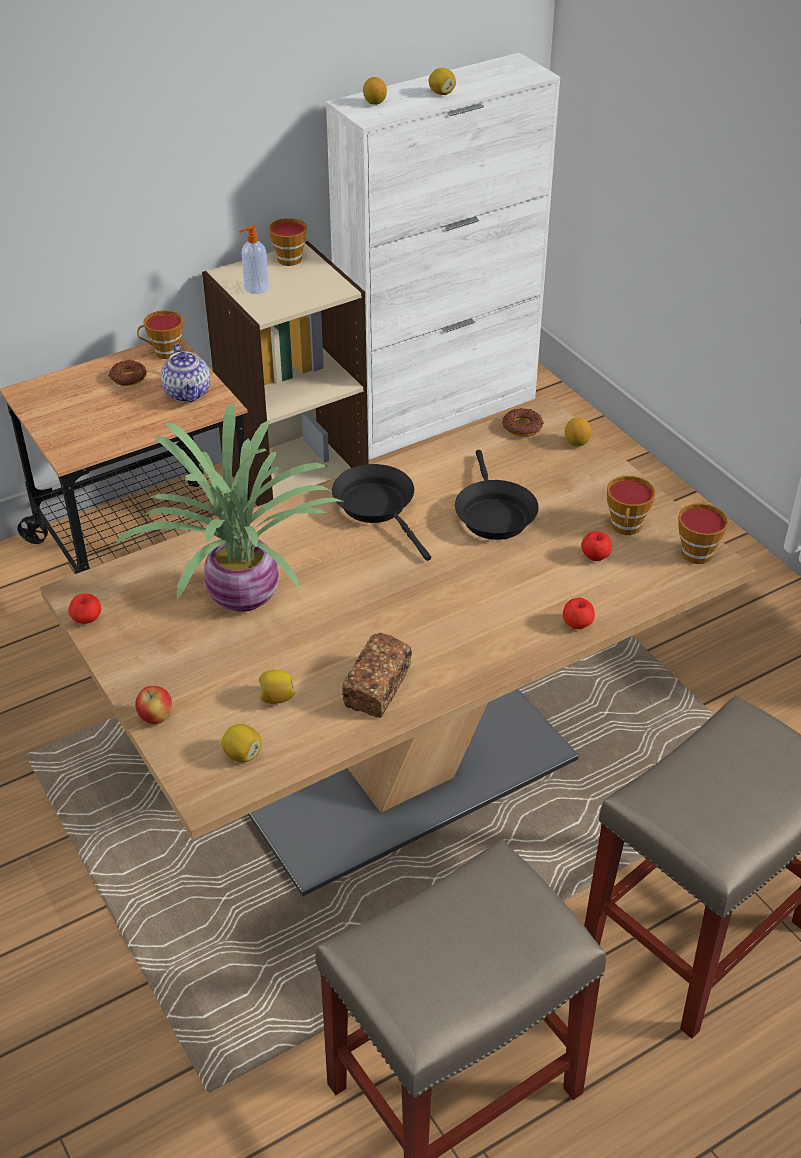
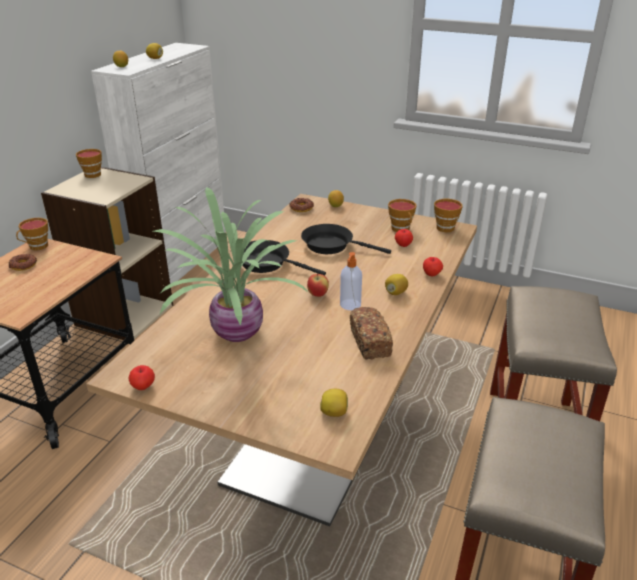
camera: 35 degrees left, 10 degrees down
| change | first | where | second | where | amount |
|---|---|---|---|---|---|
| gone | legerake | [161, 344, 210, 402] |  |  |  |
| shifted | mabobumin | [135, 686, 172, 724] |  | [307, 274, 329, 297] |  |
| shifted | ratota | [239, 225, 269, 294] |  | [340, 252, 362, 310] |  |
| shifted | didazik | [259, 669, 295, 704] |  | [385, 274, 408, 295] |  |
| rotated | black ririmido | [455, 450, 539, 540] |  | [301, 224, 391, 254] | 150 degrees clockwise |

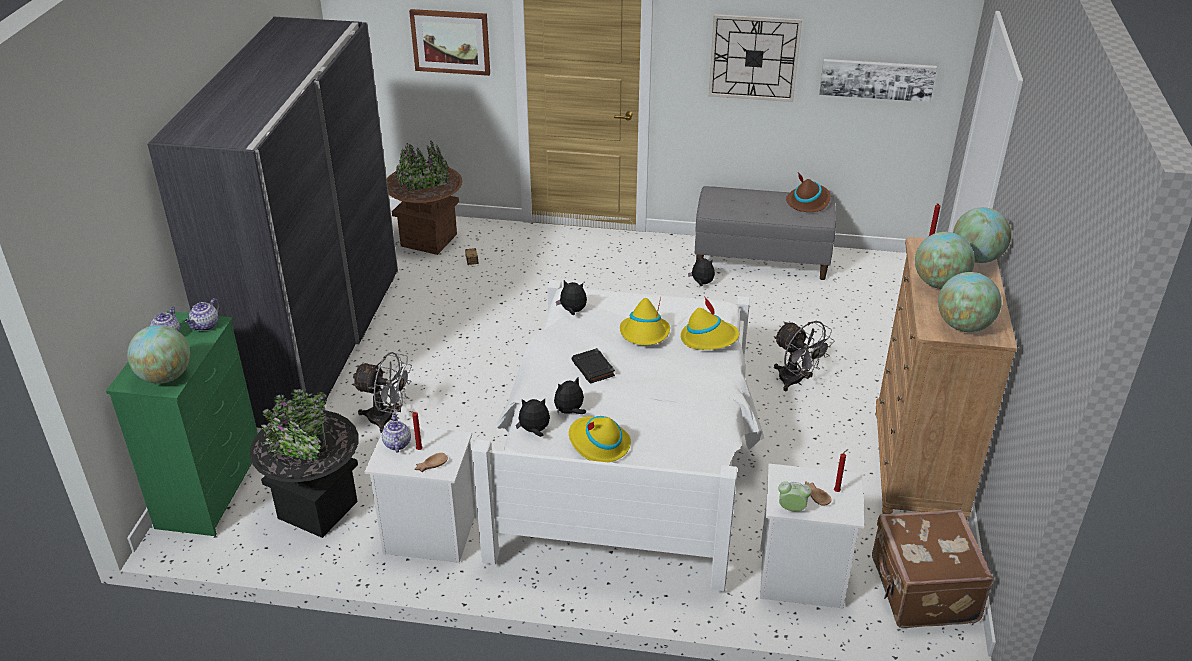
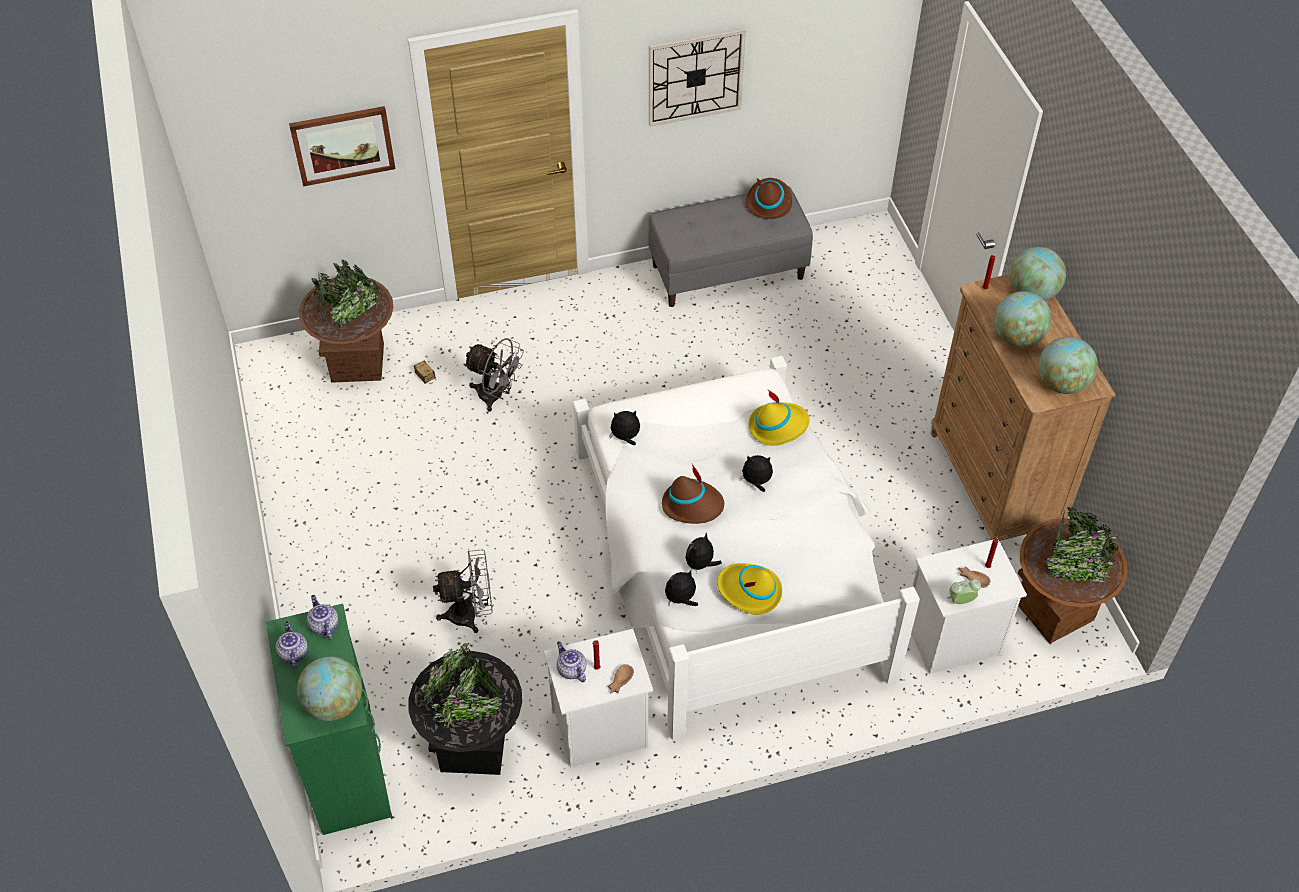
camera: 25 degrees left, 15 degrees up
| change | first | where | second | where | amount |
|---|---|---|---|---|---|
| gone | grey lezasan | [147, 17, 398, 428] |  |  |  |
| gone | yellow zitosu | [620, 297, 670, 345] |  |  |  |
| gone | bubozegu | [819, 59, 937, 102] |  |  |  |
| shifted | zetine | [688, 256, 715, 286] |  | [739, 455, 773, 492] |  |
| shifted | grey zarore | [774, 321, 835, 391] |  | [464, 338, 524, 412] |  |
| swapped | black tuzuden | [572, 348, 615, 384] | brown zitosu | [662, 464, 724, 524] |  |
| swapped | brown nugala | [872, 510, 994, 628] | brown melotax | [1017, 507, 1128, 644] |  |
| rotated | legerake | [185, 298, 220, 331] |  | [307, 595, 338, 640] | 150 degrees clockwise |

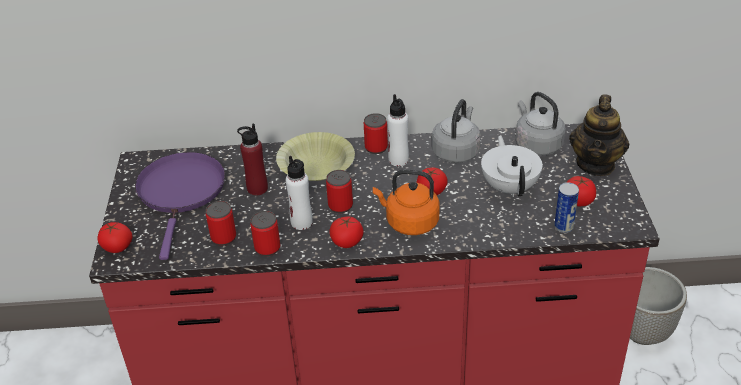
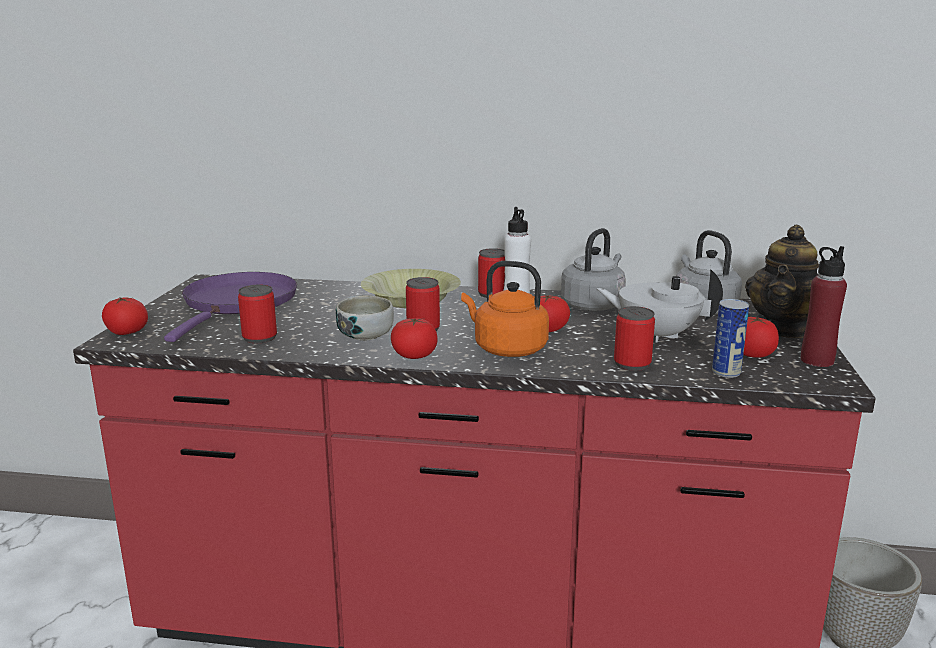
camera: 10 degrees right, 20 degrees down
| change | first | where | second | where | amount |
|---|---|---|---|---|---|
| shifted | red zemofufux | [237, 123, 268, 196] |  | [801, 246, 847, 367] |  |
| shifted | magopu | [250, 211, 280, 256] |  | [614, 306, 655, 371] |  |
| swapped | white zemofufux | [286, 156, 313, 230] | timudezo | [336, 295, 393, 341] |  |
| rotated | white legerake | [481, 136, 543, 197] |  | [596, 269, 723, 342] | 75 degrees counterclockwise |

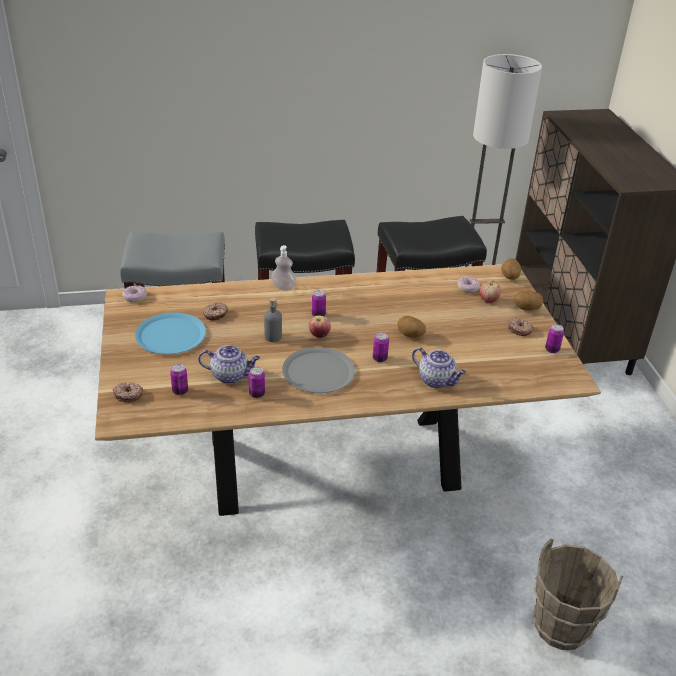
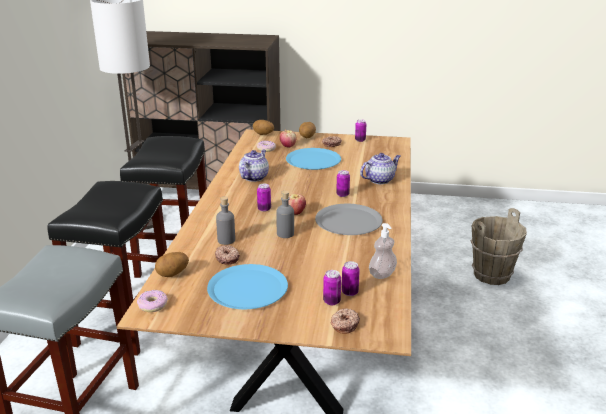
camera: 70 degrees left, 10 degrees down
| change | first | where | second | where | amount |
|---|---|---|---|---|---|
| new |  |  | grey zemofufux | [216, 196, 235, 245] |  |
| new |  |  | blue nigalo | [286, 148, 341, 170] |  |
| shifted | legerake | [198, 345, 260, 384] |  | [239, 150, 269, 182] |  |
| shifted | magopu | [248, 367, 265, 398] |  | [323, 270, 341, 305] |  |
| shifted | ratota | [271, 245, 296, 291] |  | [369, 223, 397, 279] |  |
| shifted | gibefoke | [397, 316, 426, 338] |  | [155, 252, 189, 277] |  |

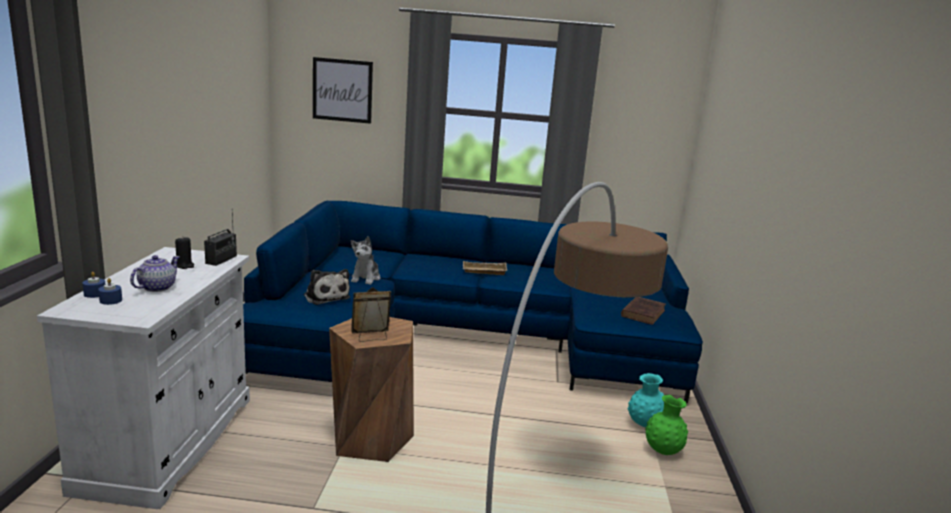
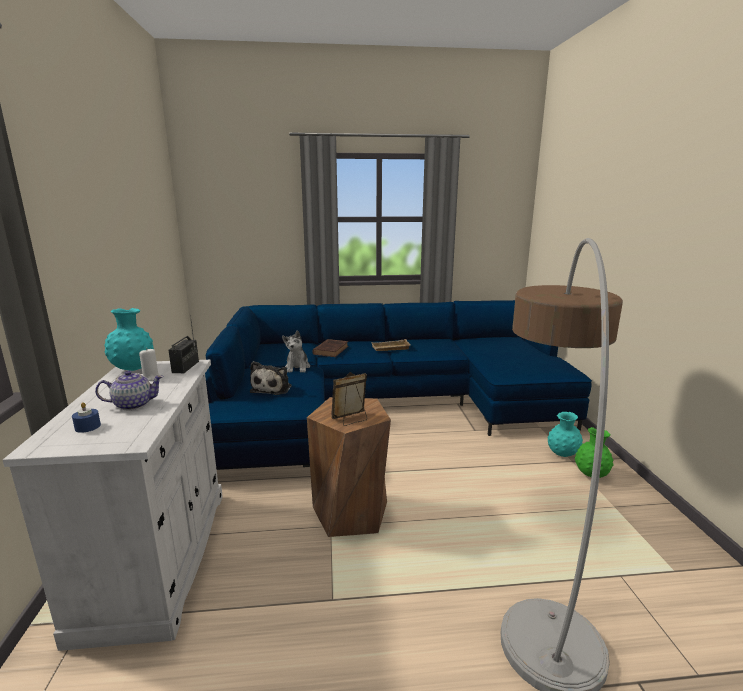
camera: 10 degrees left, 0 degrees up
| change | first | where | second | where | amount |
|---|---|---|---|---|---|
| gone | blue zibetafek | [82, 272, 105, 298] |  |  |  |
| gone | bubozegu | [313, 57, 373, 124] |  |  |  |
| new |  |  | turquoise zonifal | [104, 308, 154, 371] |  |
| shifted | brown tuzuden | [621, 297, 666, 325] |  | [312, 339, 348, 357] |  |
| repainted | black zibetafek | [175, 237, 194, 269] | white zibetafek | [139, 349, 161, 381] |  |
| rotated | legerake | [130, 255, 179, 292] |  | [95, 370, 164, 410] | 60 degrees clockwise |
| rotated | zetine | [304, 269, 350, 305] |  | [250, 361, 292, 395] | 60 degrees clockwise |

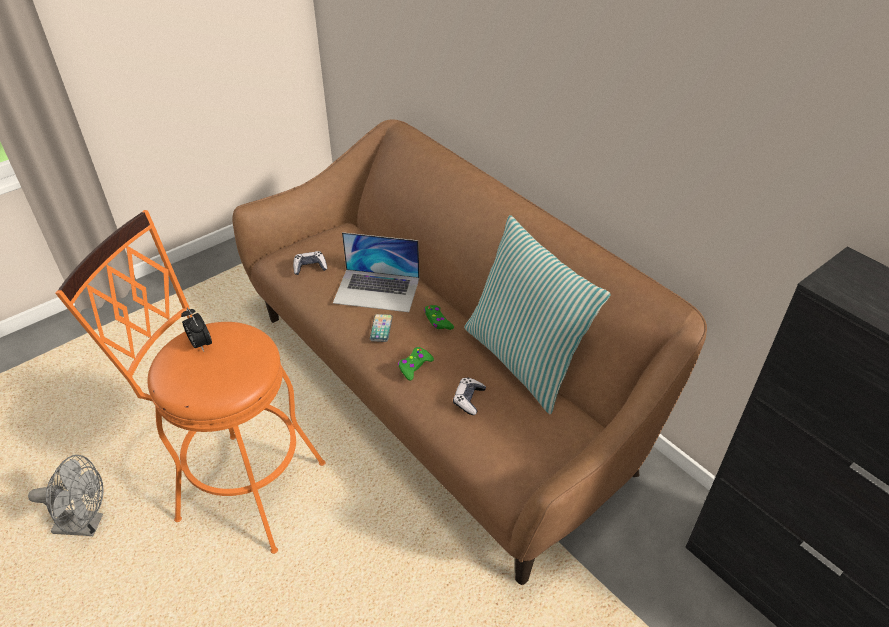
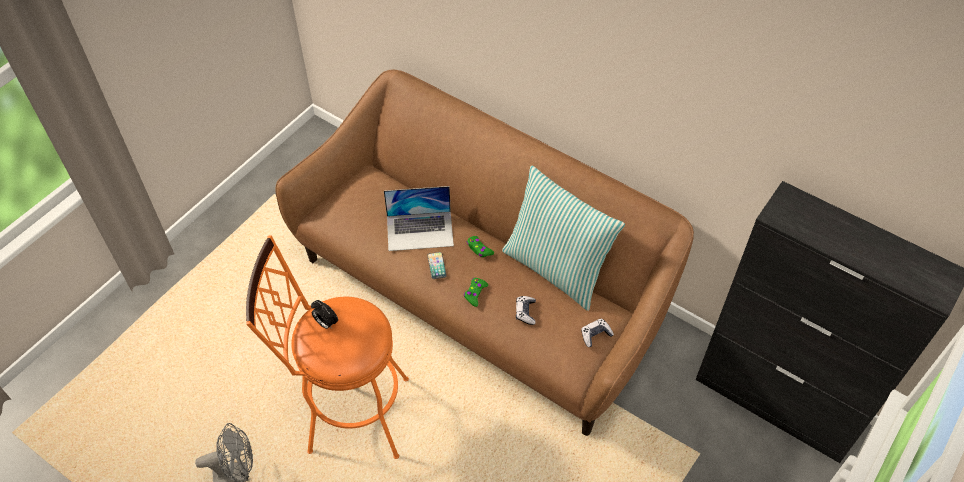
camera: 15 degrees left, 10 degrees up
| change | first | where | second | where | amount |
|---|---|---|---|---|---|
| shifted | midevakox | [293, 251, 327, 275] |  | [581, 319, 614, 347] |  |

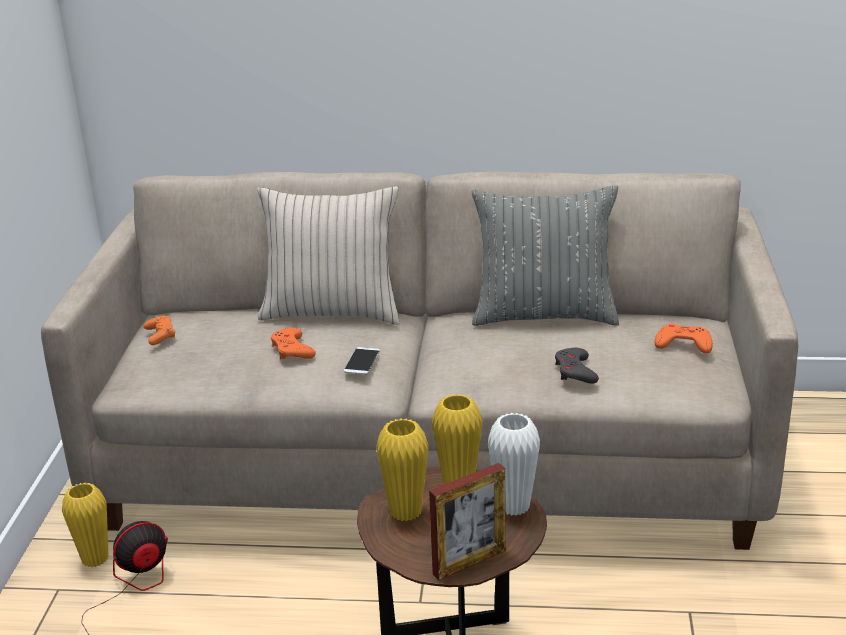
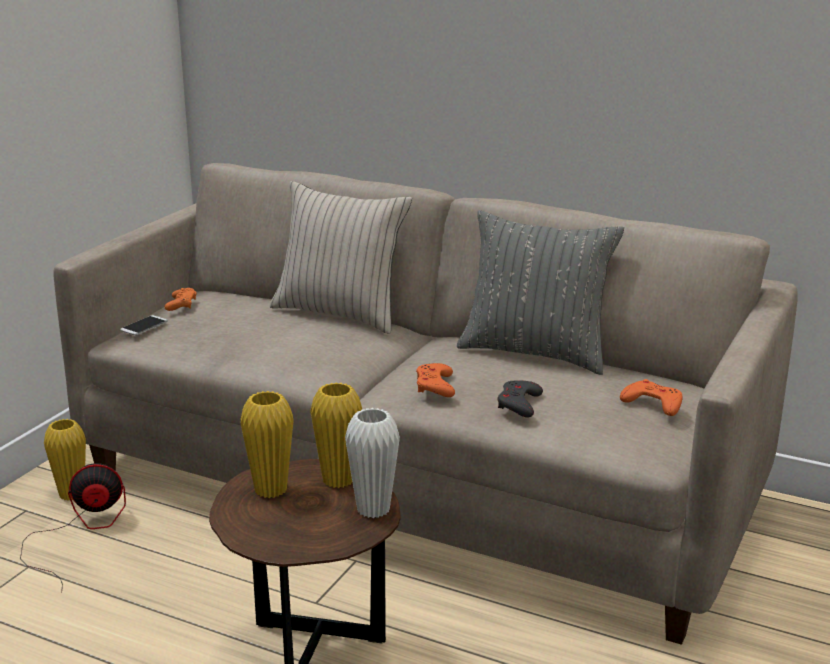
camera: 20 degrees right, 5 degrees down
| change | first | where | second | where | amount |
|---|---|---|---|---|---|
| gone | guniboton | [429, 463, 506, 580] |  |  |  |
| shifted | orange midevakox | [271, 328, 316, 359] |  | [416, 363, 455, 397] |  |
| shifted | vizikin | [344, 347, 380, 375] |  | [120, 315, 168, 335] |  |

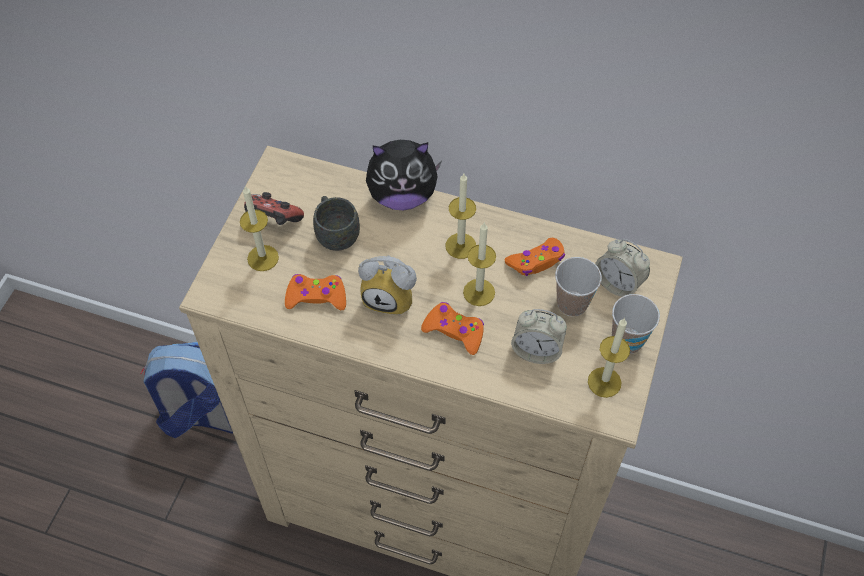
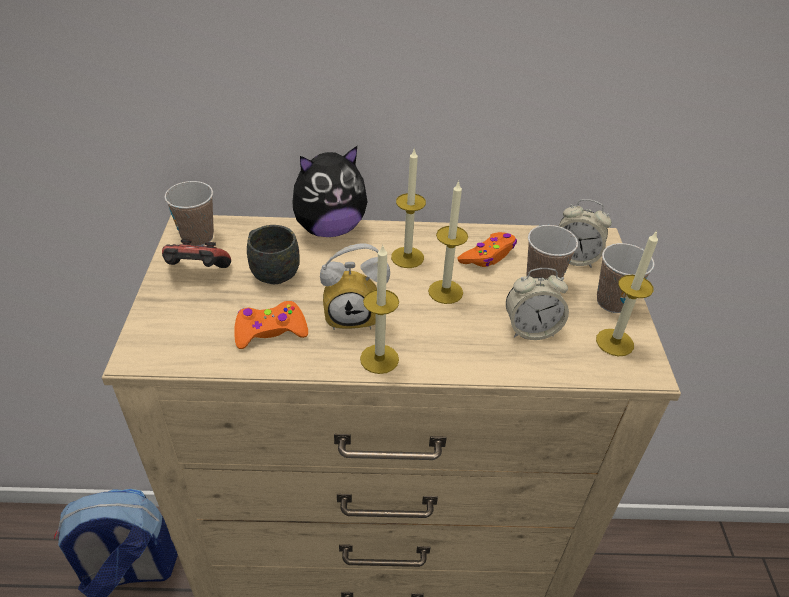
camera: 20 degrees left, 15 degrees down
| change | first | where | second | where | amount |
|---|---|---|---|---|---|
| gone | orange midevakox | [421, 302, 484, 355] |  |  |  |
| new |  |  | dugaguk | [164, 181, 214, 246] |  |
| shifted | zibetafek | [240, 186, 279, 271] |  | [360, 246, 399, 374] |  |

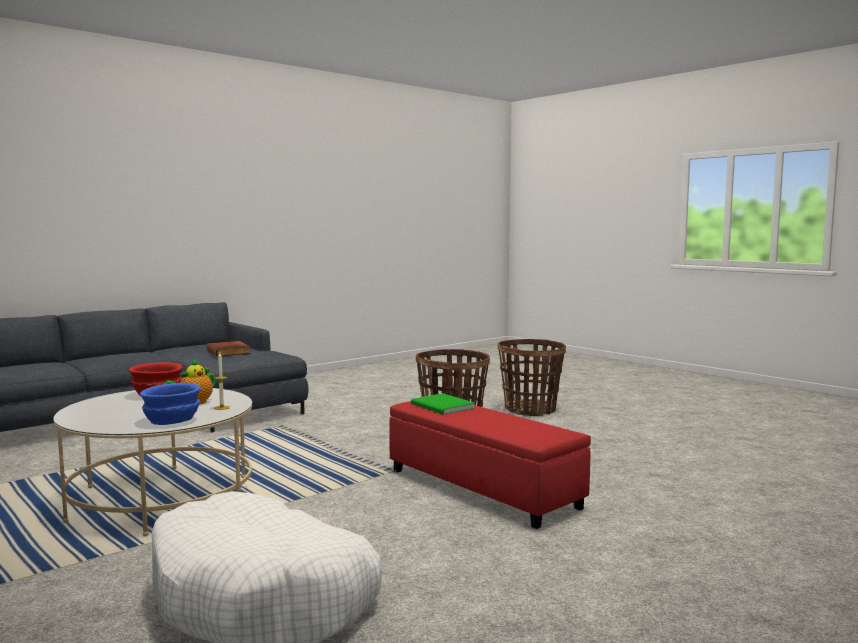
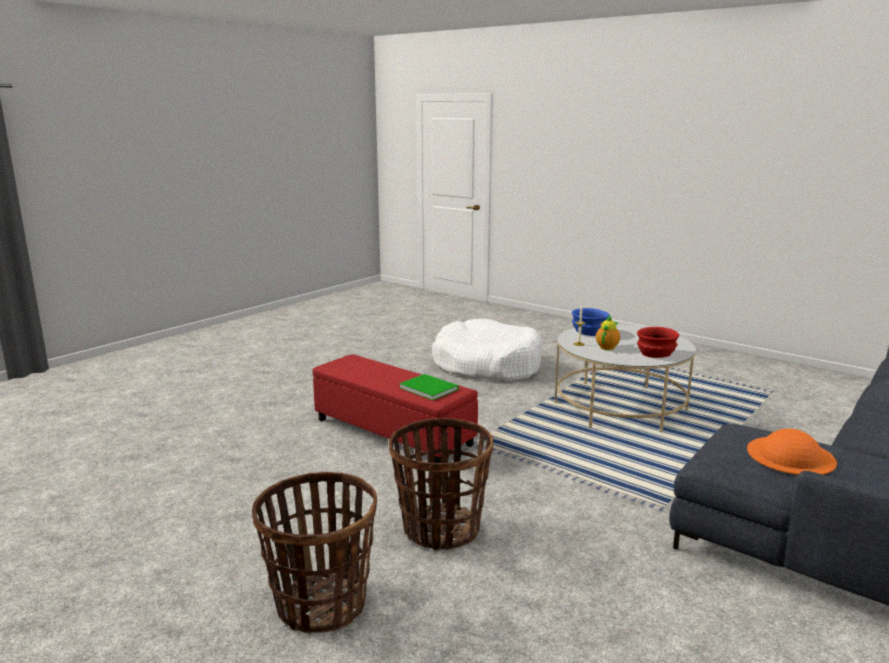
camera: 170 degrees right, 10 degrees up
| change | first | where | second | where | amount |
|---|---|---|---|---|---|
| swapped | tuzuden | [207, 341, 251, 356] | orange zitosu | [747, 429, 837, 475] |  |

